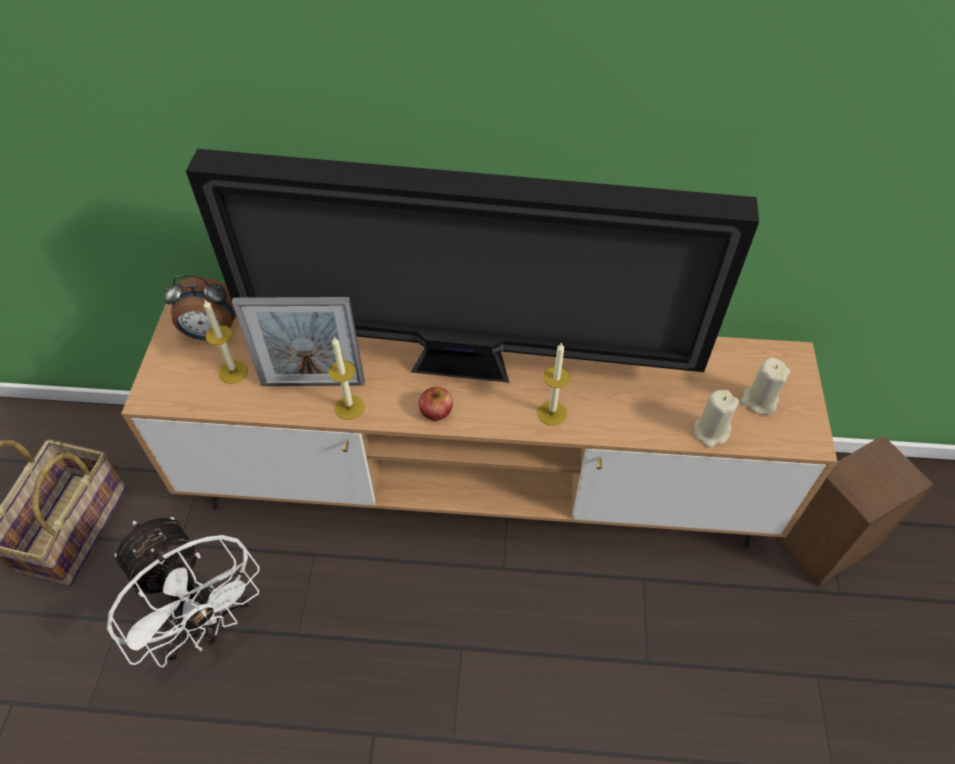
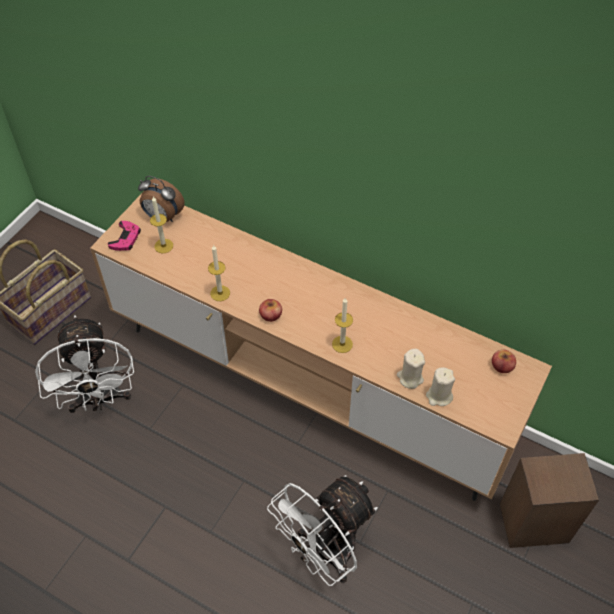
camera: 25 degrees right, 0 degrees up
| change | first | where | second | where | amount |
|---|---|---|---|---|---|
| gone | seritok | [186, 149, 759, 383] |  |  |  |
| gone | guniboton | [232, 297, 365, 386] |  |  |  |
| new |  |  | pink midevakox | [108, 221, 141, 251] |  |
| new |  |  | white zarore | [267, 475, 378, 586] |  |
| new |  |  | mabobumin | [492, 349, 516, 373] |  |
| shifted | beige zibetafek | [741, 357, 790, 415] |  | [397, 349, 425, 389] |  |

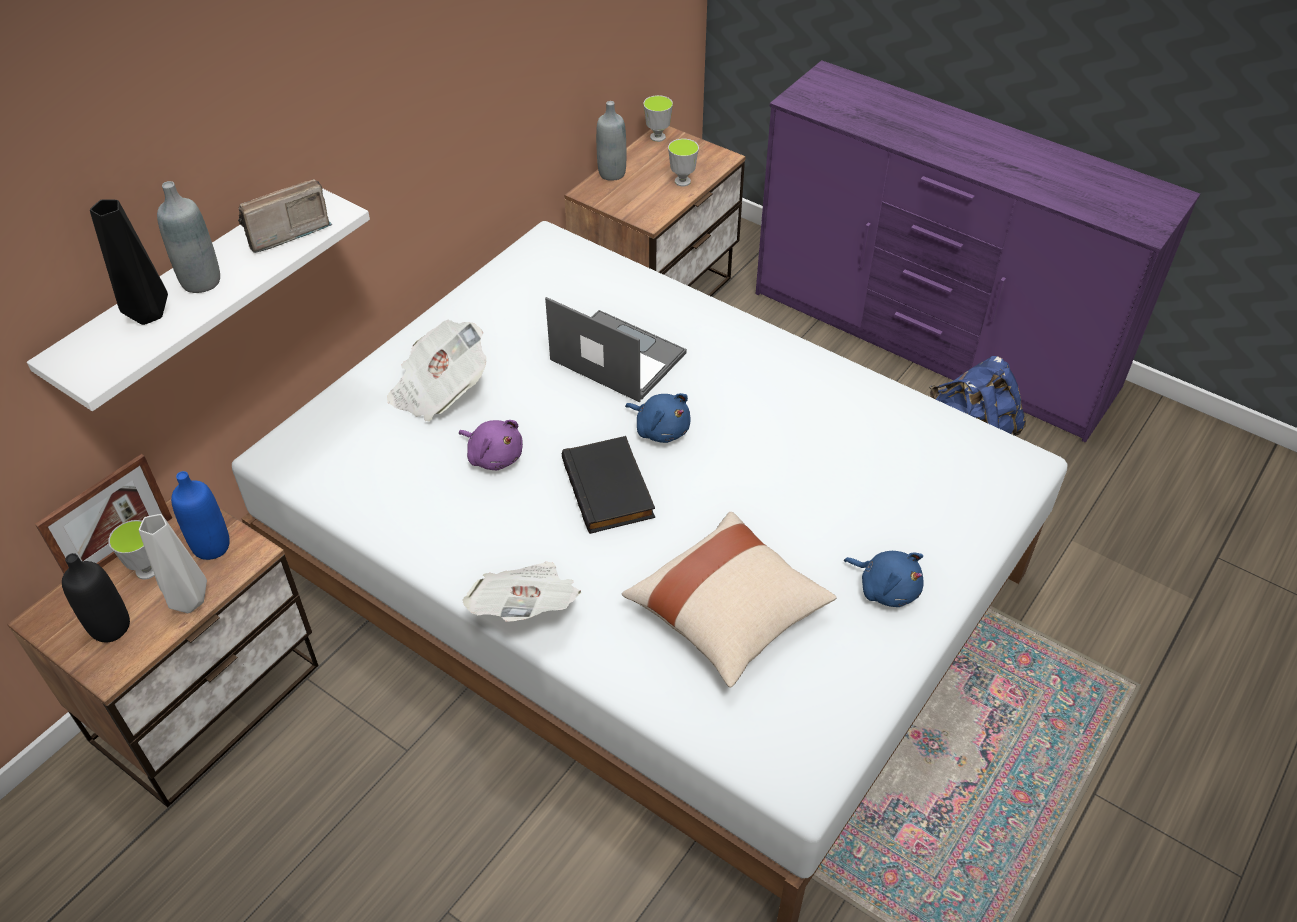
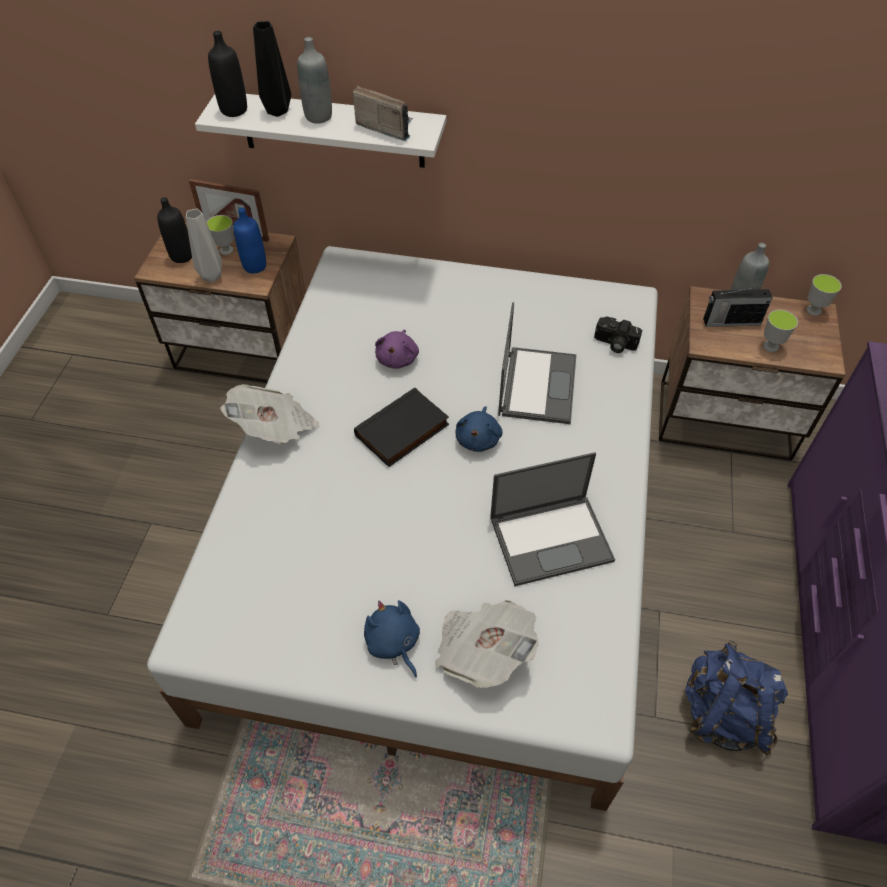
camera: 65 degrees right, 5 degrees up
| change | first | where | second | where | amount |
|---|---|---|---|---|---|
| gone | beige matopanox | [622, 512, 836, 688] |  |  |  |
| new |  |  | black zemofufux | [208, 31, 247, 117] |  |
| new |  |  | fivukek | [490, 452, 615, 586] |  |
| new |  |  | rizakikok | [594, 316, 642, 353] |  |
| new |  |  | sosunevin | [703, 285, 773, 327] |  |
| shifted | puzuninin | [387, 320, 487, 422] |  | [435, 600, 538, 688] |  |
| rotated | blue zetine | [844, 551, 924, 607] |  | [364, 600, 420, 677] | 135 degrees clockwise |

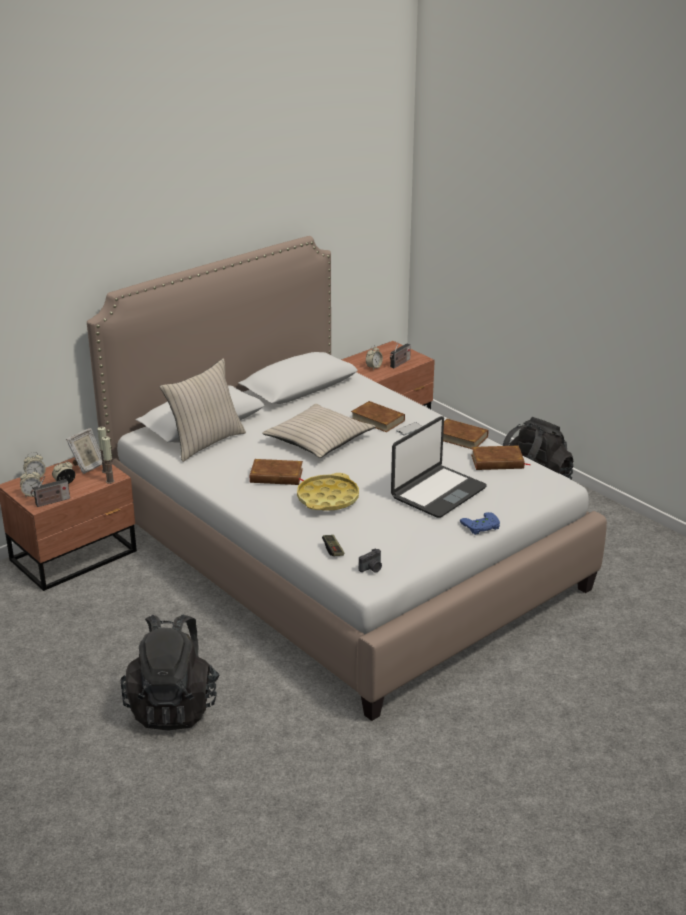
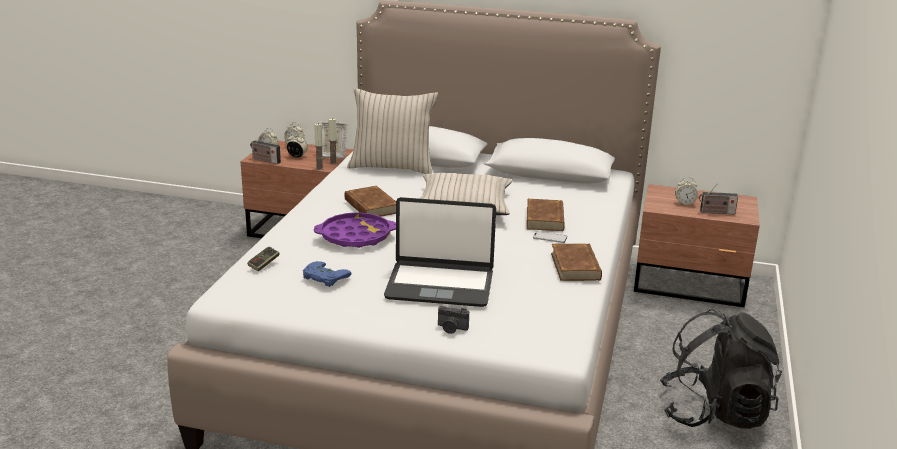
camera: 55 degrees right, 5 degrees down
| change | first | where | second | where | amount |
|---|---|---|---|---|---|
| gone | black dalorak | [121, 615, 219, 730] |  |  |  |
| gone | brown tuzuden | [471, 445, 531, 470] |  |  |  |
| shifted | rizakikok | [359, 548, 382, 573] |  | [438, 306, 469, 334] |  |
| shifted | blue midevakox | [460, 512, 500, 535] |  | [303, 261, 352, 287] |  |
| repainted | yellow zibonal | [297, 473, 359, 511] | purple zibonal | [314, 212, 396, 248] |  |

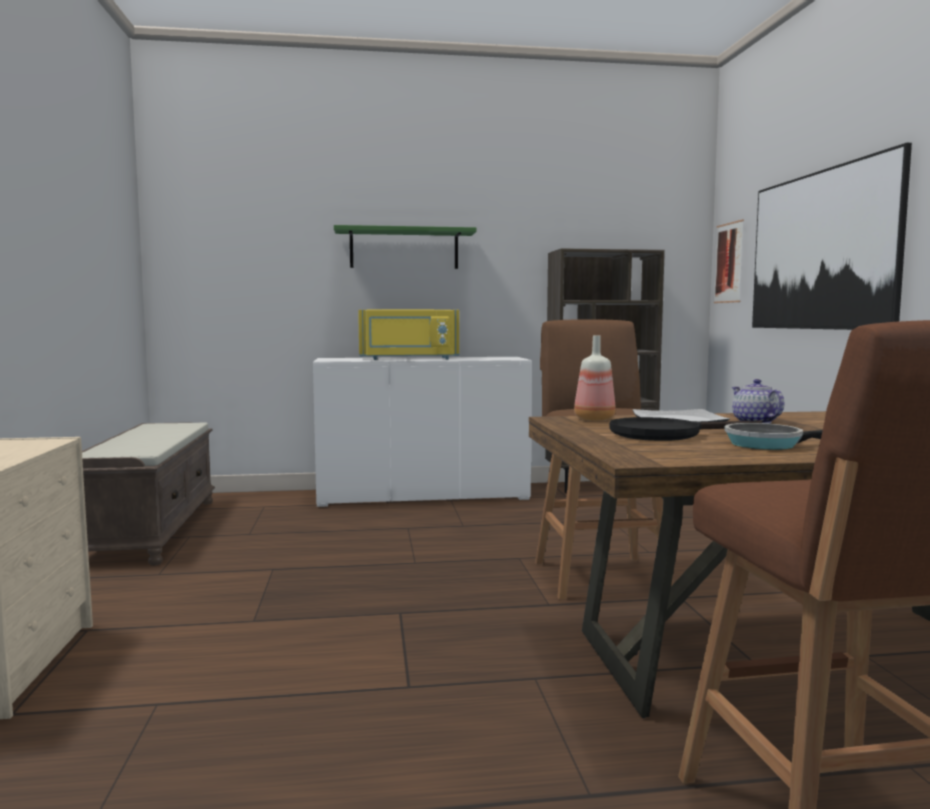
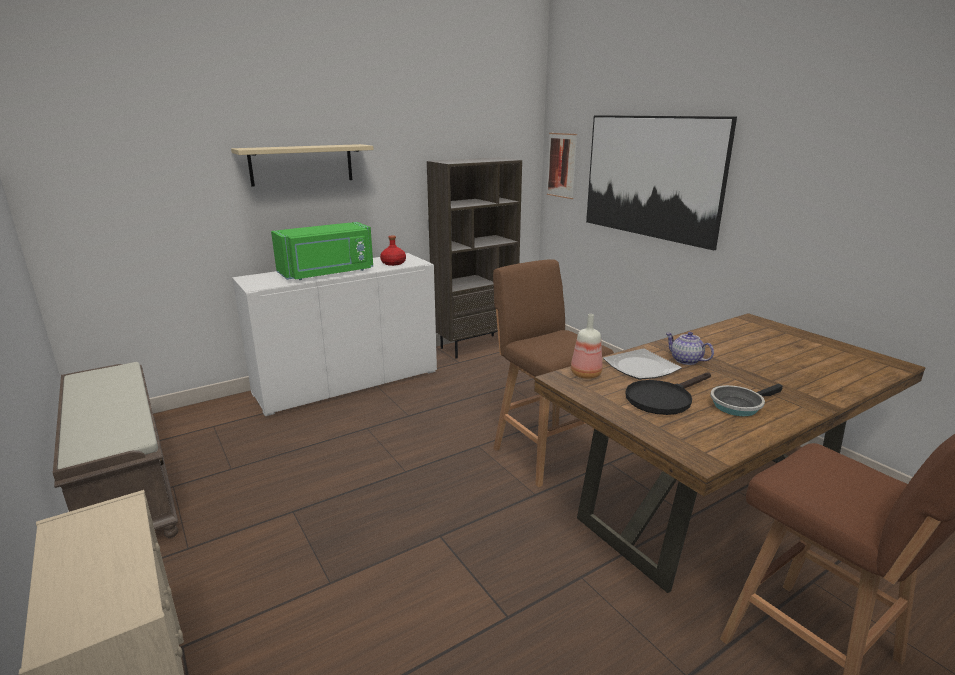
camera: 25 degrees left, 15 degrees up
| change | first | where | second | where | amount |
|---|---|---|---|---|---|
| new |  |  | red zemofufux | [380, 236, 406, 266] |  |
| repainted | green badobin | [334, 225, 477, 269] | beige badobin | [231, 144, 374, 187] |  |
| repainted | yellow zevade | [358, 309, 459, 360] | green zevade | [271, 222, 373, 280] |  |

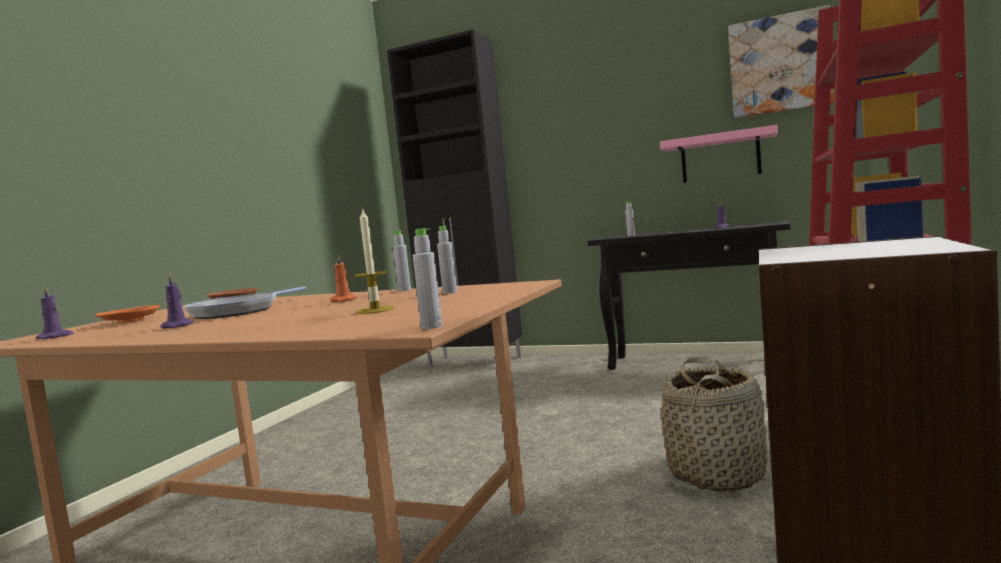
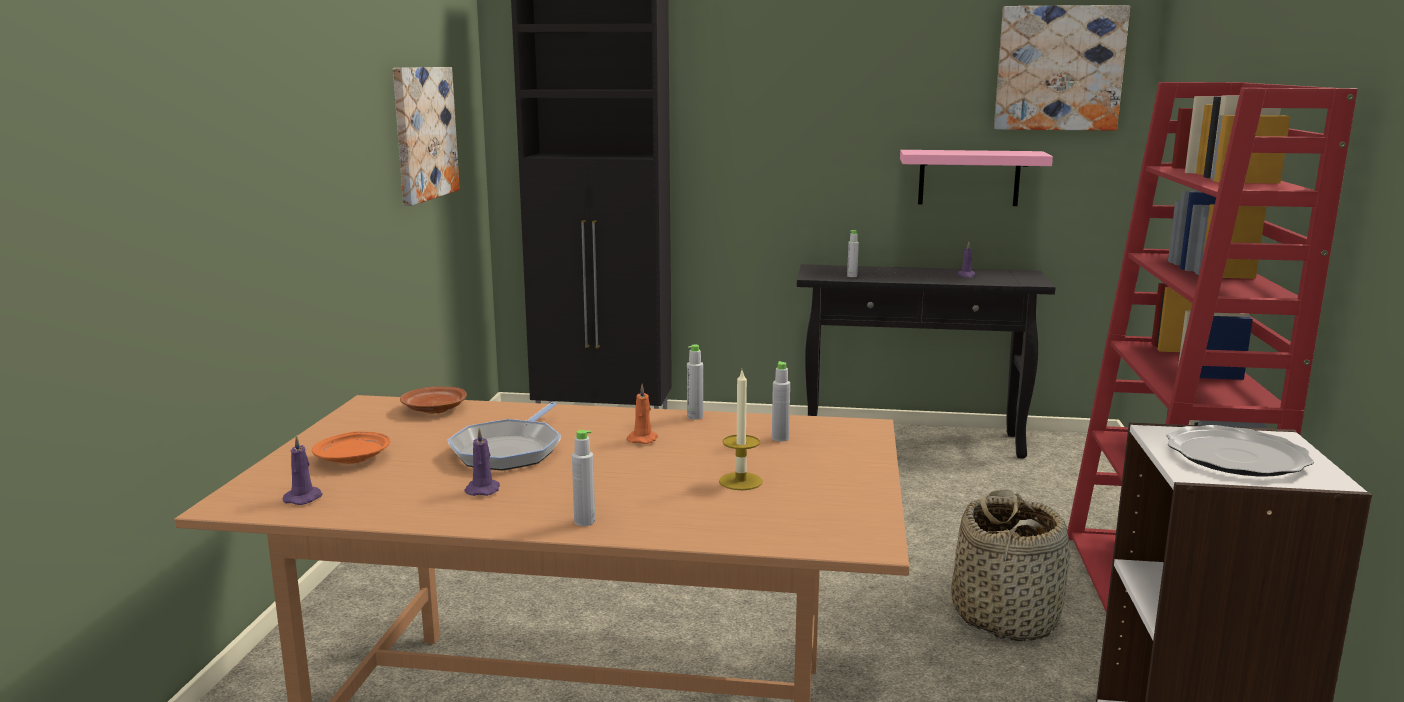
camera: 15 degrees left, 10 degrees up
| change | first | where | second | where | amount |
|---|---|---|---|---|---|
| new |  |  | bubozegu | [393, 67, 460, 206] |  |
| new |  |  | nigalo | [1166, 425, 1314, 476] |  |
| shifted | grey zemofufux | [412, 228, 442, 329] |  | [572, 430, 595, 526] |  |

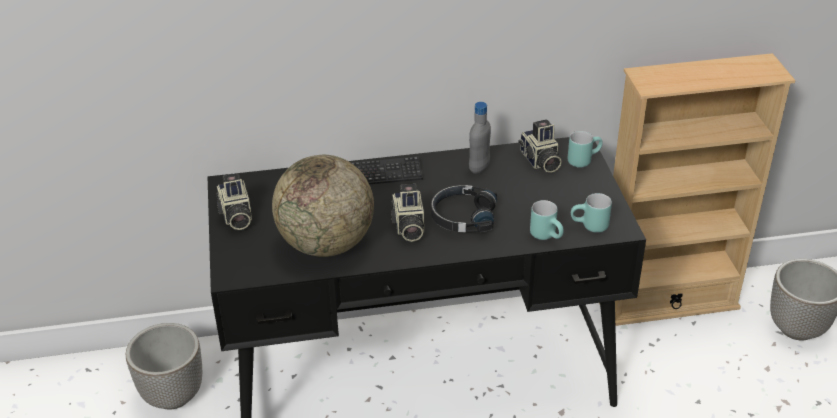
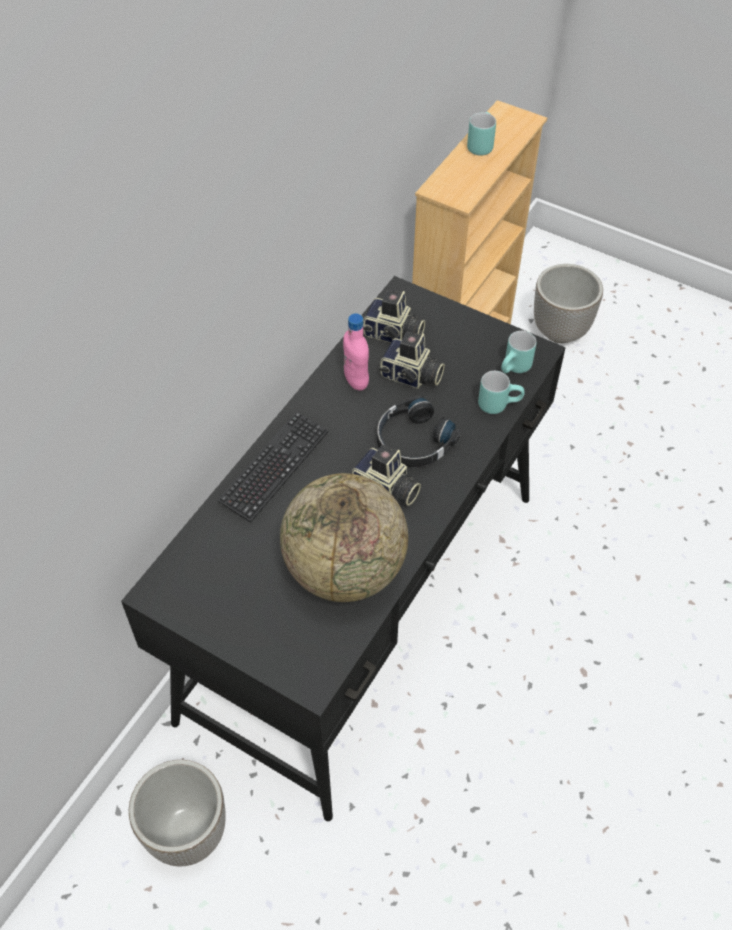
camera: 50 degrees left, 15 degrees up
| change | first | where | second | where | amount |
|---|---|---|---|---|---|
| shifted | rizakikok | [216, 173, 252, 230] |  | [379, 331, 445, 389] |  |
| shifted | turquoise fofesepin | [568, 131, 603, 167] |  | [467, 112, 496, 156] |  |
| repainted | grey zemofufux | [469, 102, 491, 174] | pink zemofufux | [343, 313, 369, 391] |  |

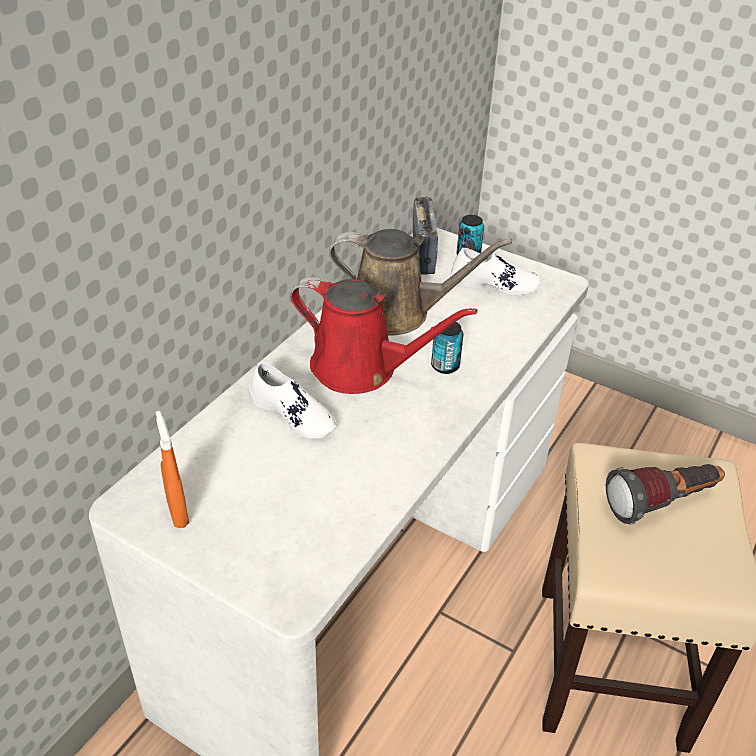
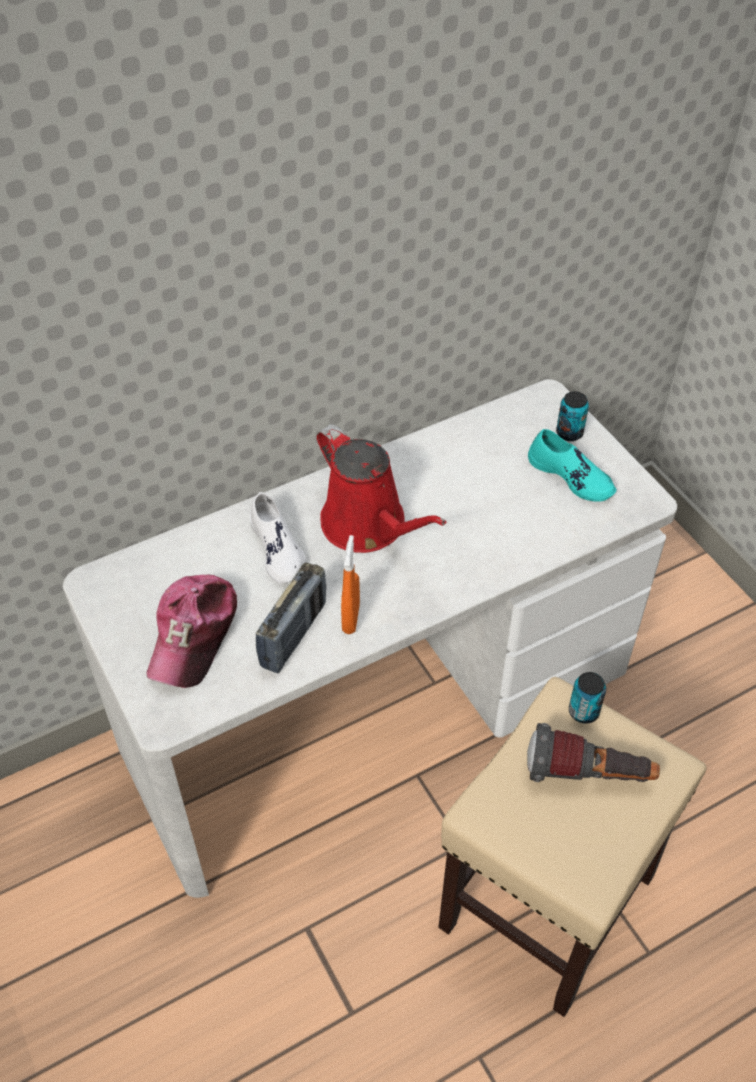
camera: 30 degrees right, 10 degrees up
| change | first | where | second | where | amount |
|---|---|---|---|---|---|
| gone | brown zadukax | [329, 229, 512, 335] |  |  |  |
| new |  |  | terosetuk | [146, 575, 237, 688] |  |
| shifted | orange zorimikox | [156, 411, 189, 528] |  | [341, 535, 360, 634] |  |
| shifted | sosunevin | [413, 197, 438, 275] |  | [256, 562, 326, 673] |  |
| shifted | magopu | [431, 321, 463, 374] |  | [569, 672, 606, 724] |  |
| repainted | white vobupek | [451, 248, 542, 295] | turquoise vobupek | [528, 429, 616, 502] |  |

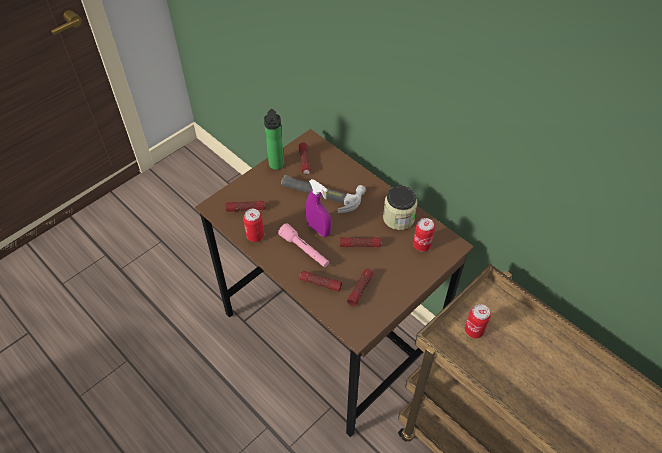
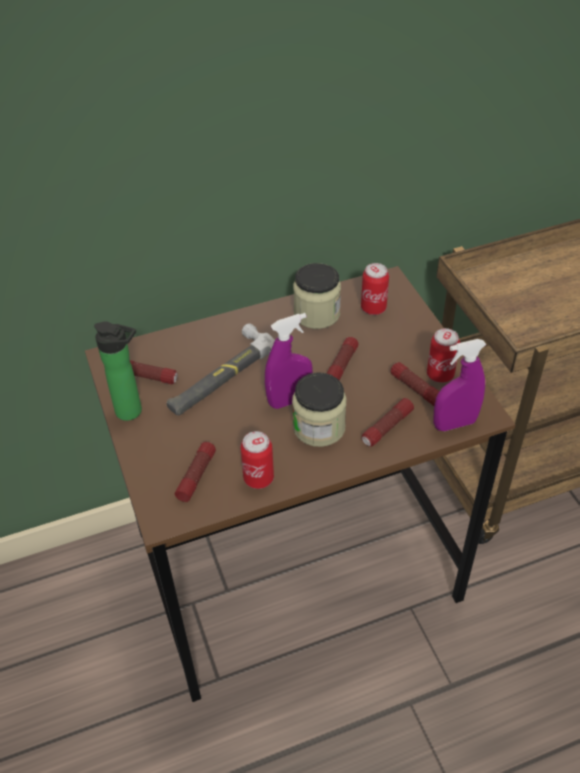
camera: 65 degrees left, 5 degrees down
| change | first | where | second | where | amount |
|---|---|---|---|---|---|
| new |  |  | purple zorimikox | [433, 339, 486, 431] |  |
| shifted | magopu | [465, 304, 491, 338] |  | [427, 328, 460, 383] |  |
| swapped | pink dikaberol | [278, 223, 329, 268] | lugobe | [292, 372, 347, 447] |  |

